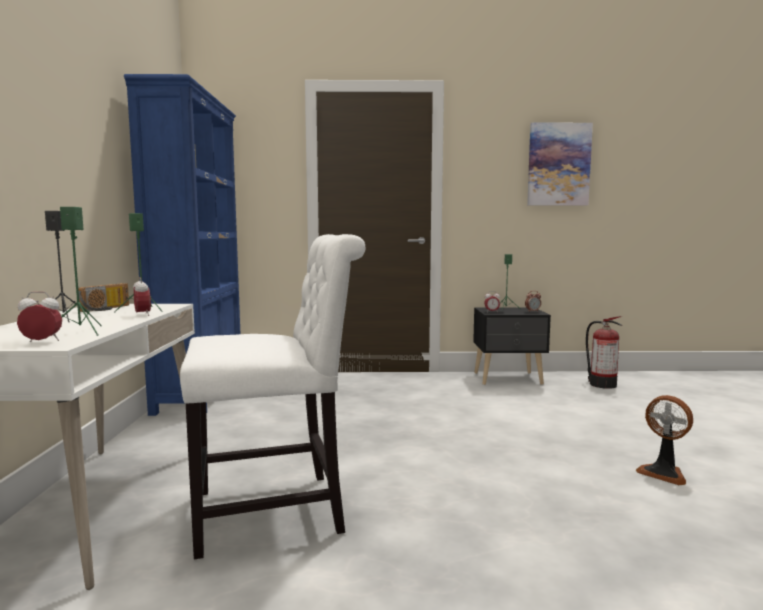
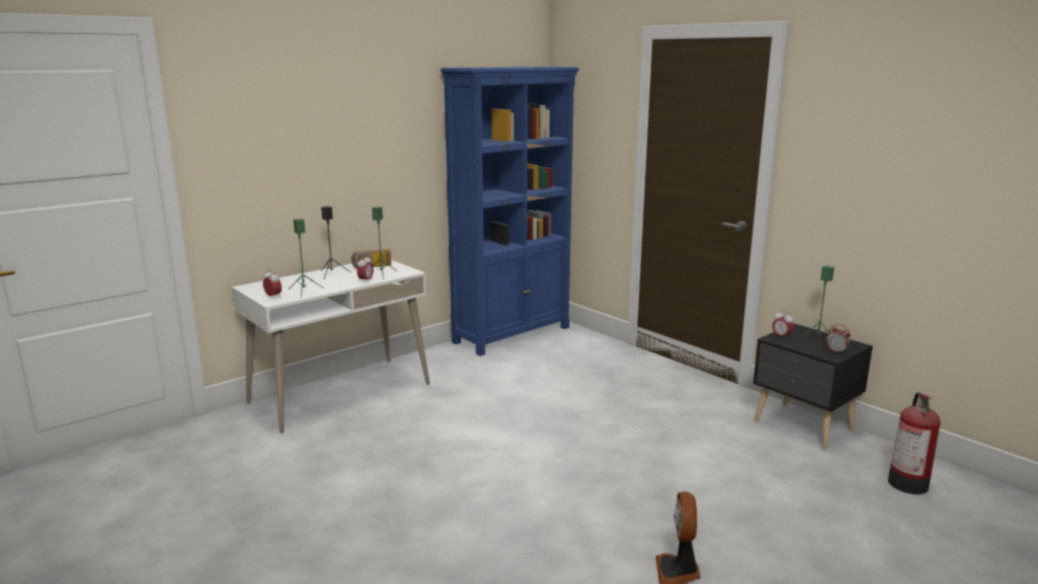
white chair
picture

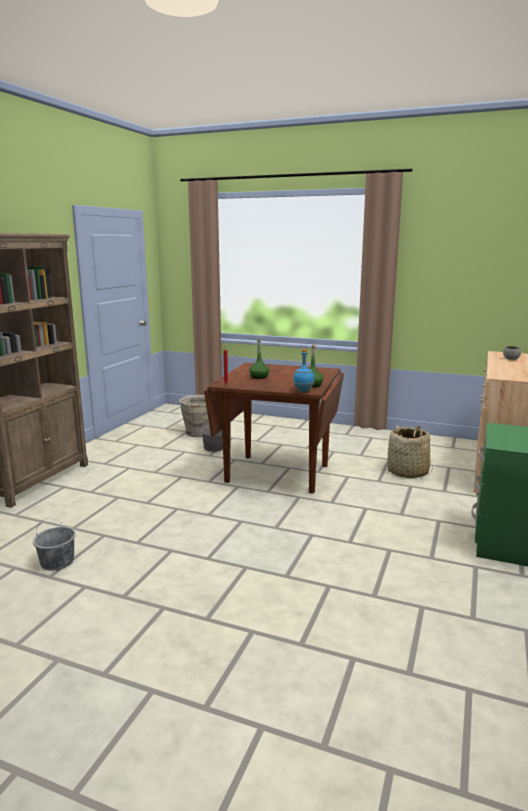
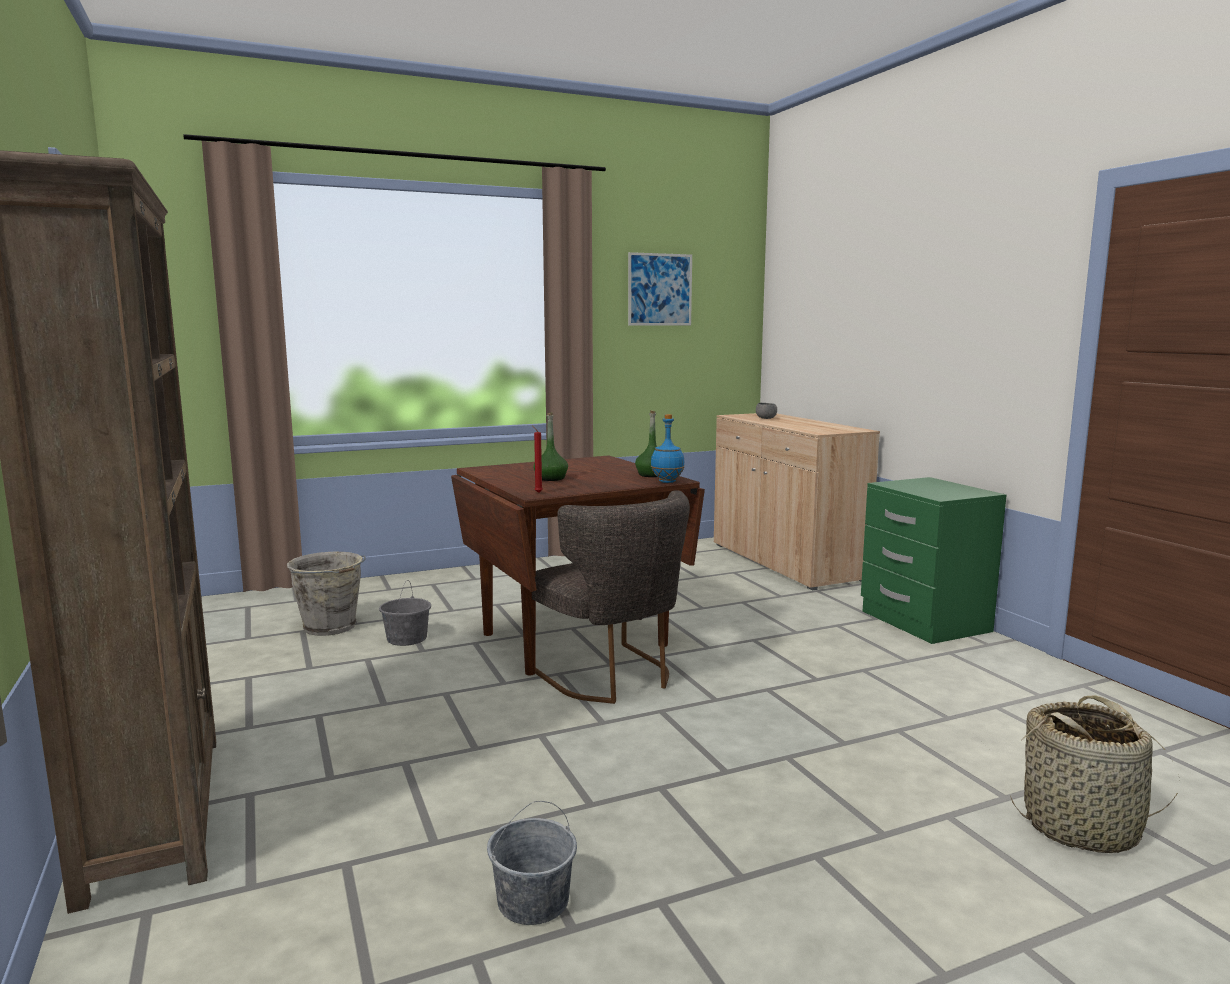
grey chair
picture
basket

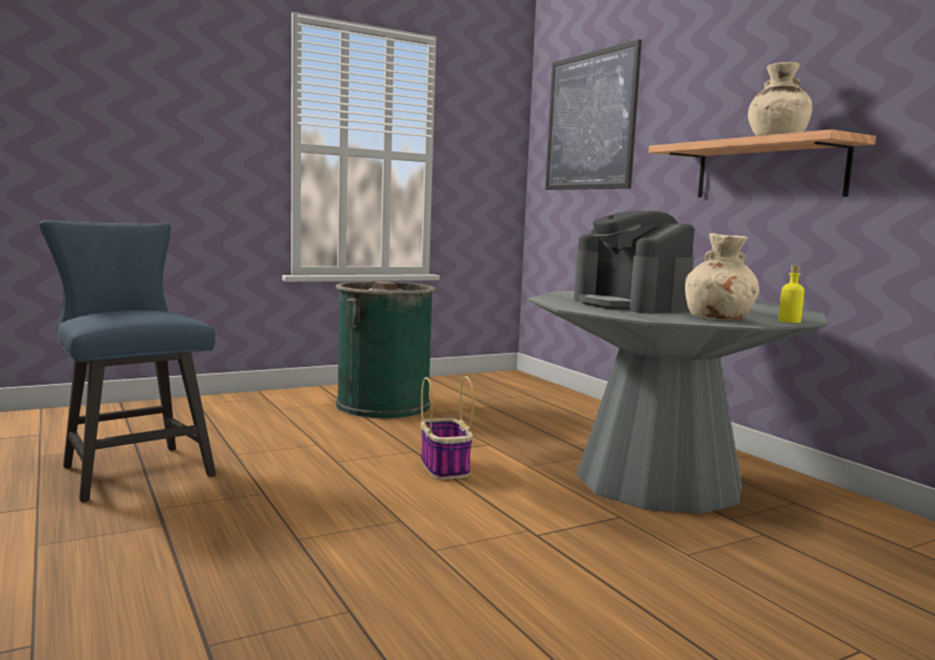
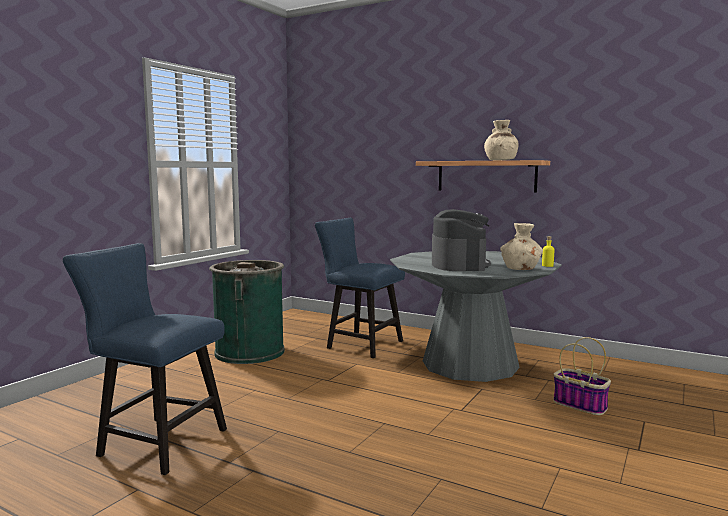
blue chair (no. 2 from left)
coffee machine
basket
picture

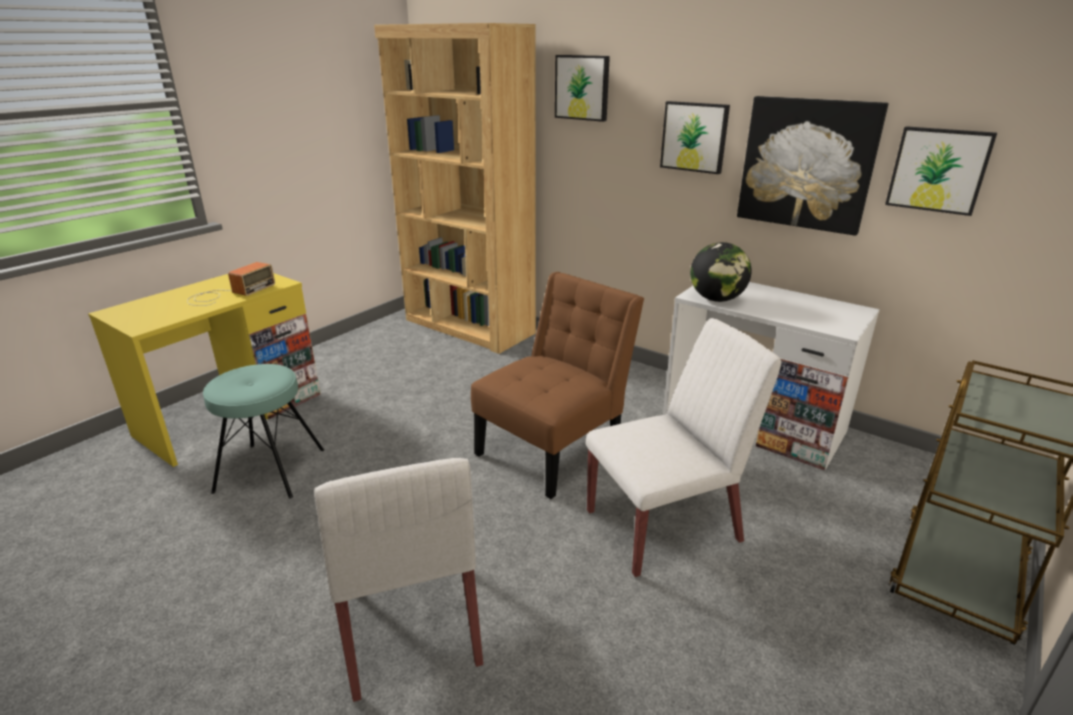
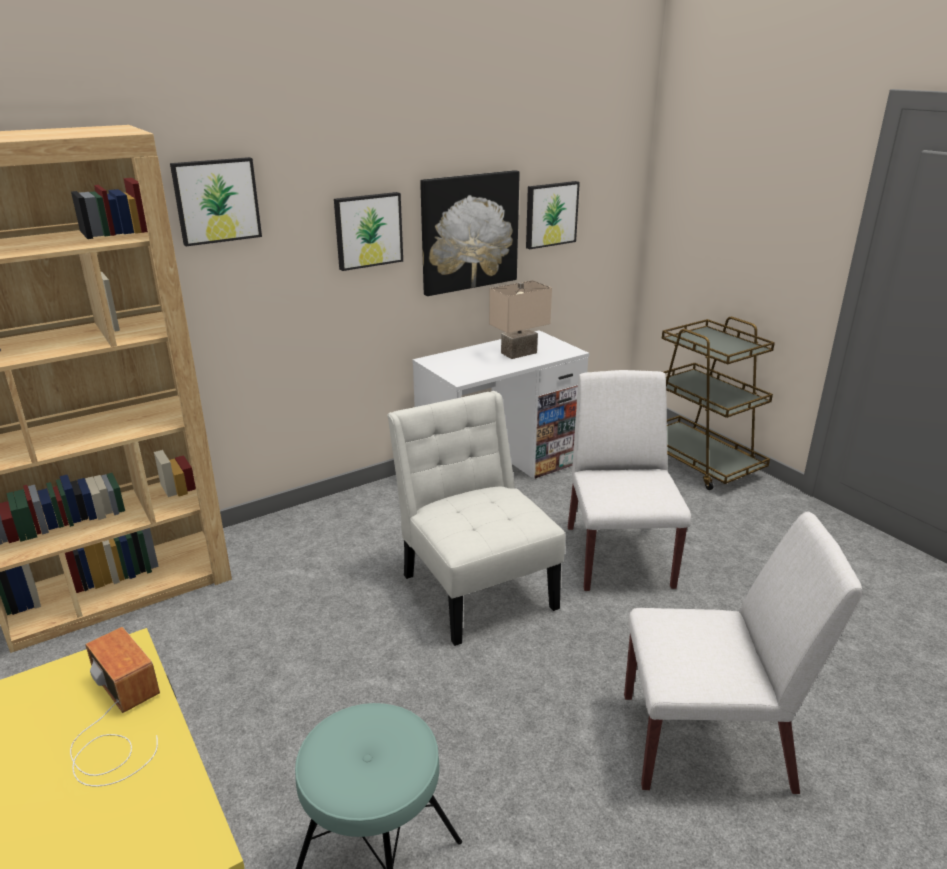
white chair (no. 1 from left)
beige table lamp
globe

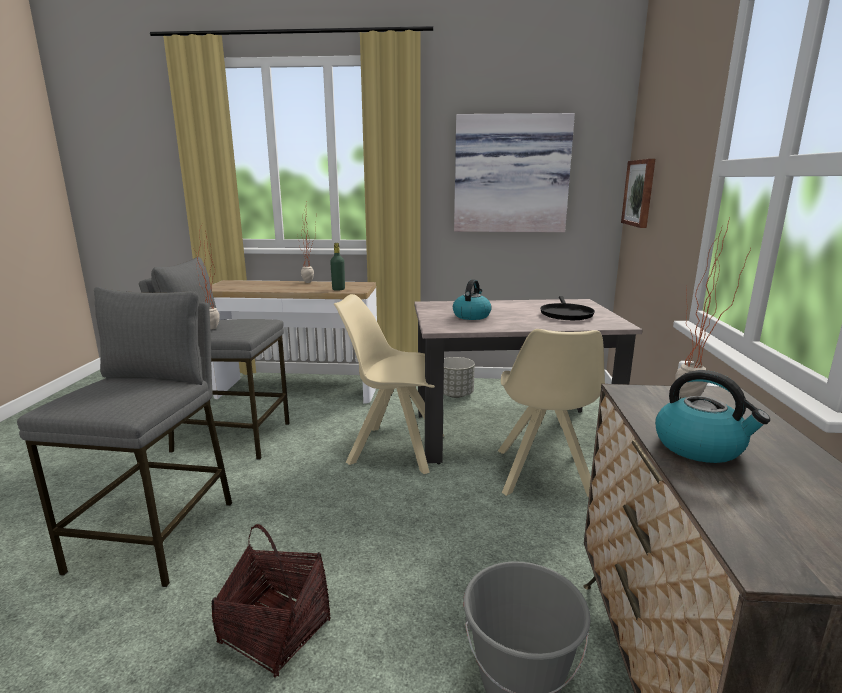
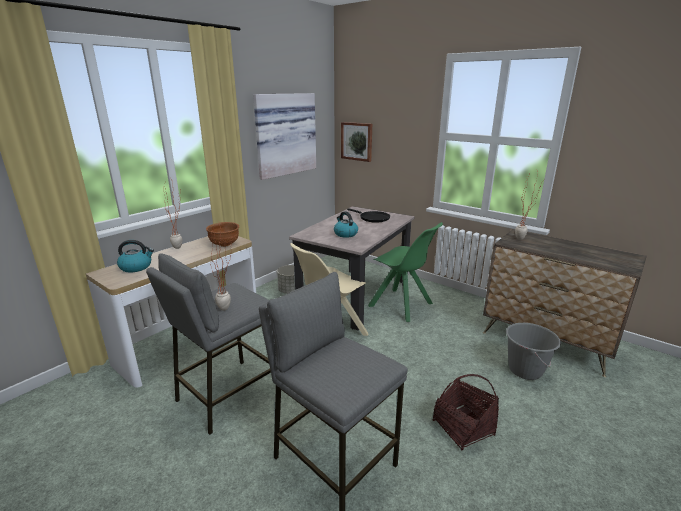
kettle (no. 1 from left)
brown bowl
green chair

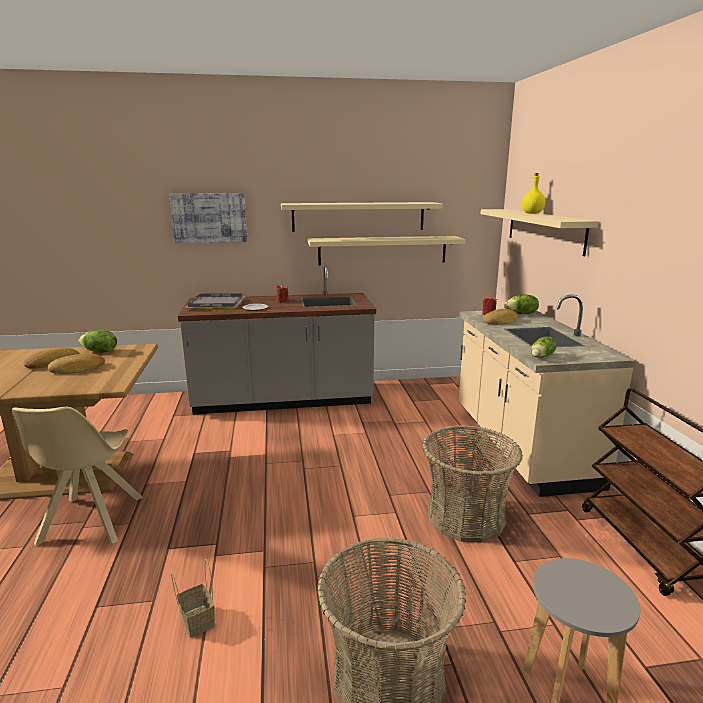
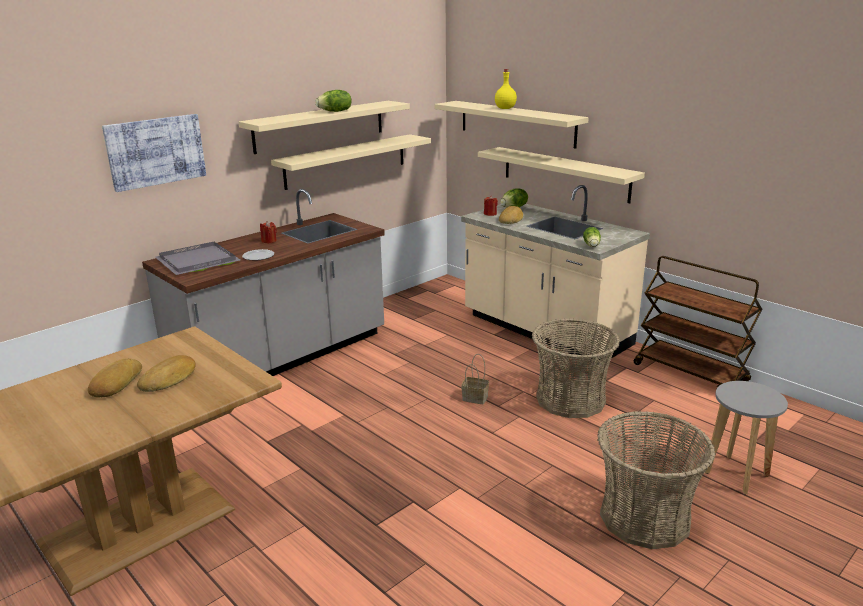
lettuce (no. 1 from left)
basket (no. 1 from left)
beige shelf (no. 4 from left)
beige chair

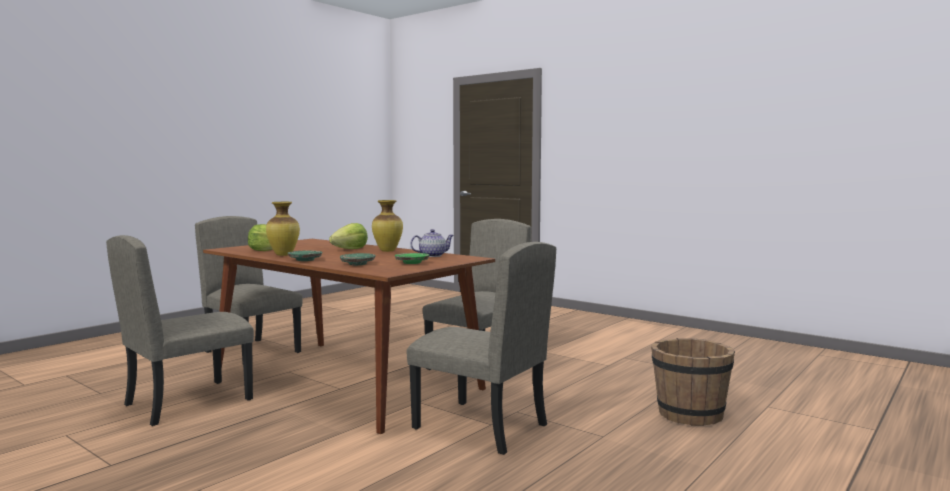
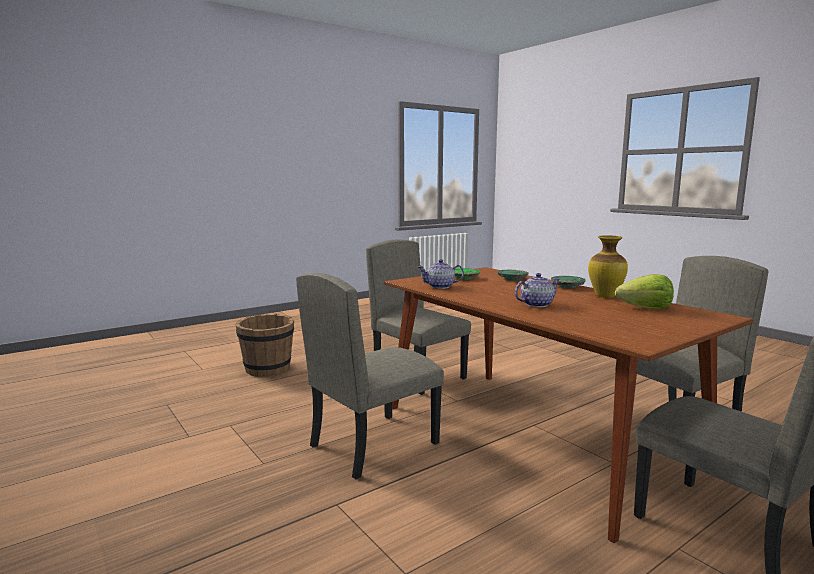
teapot (no. 2 from left)
vase (no. 2 from left in the first image)

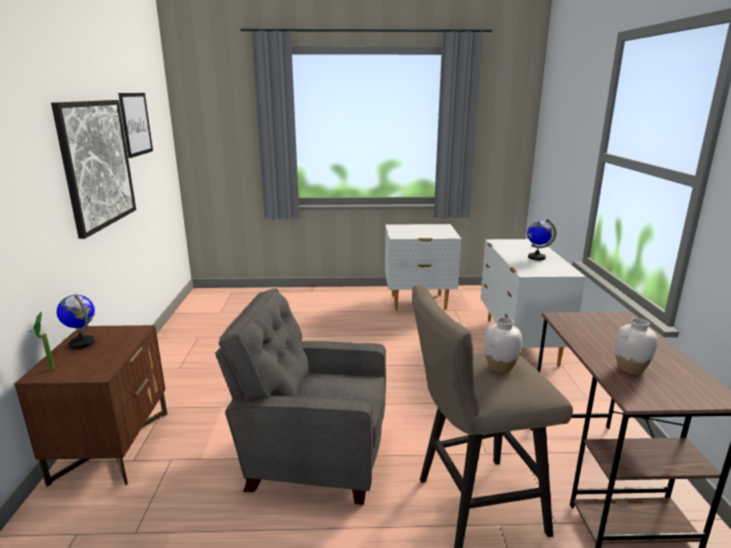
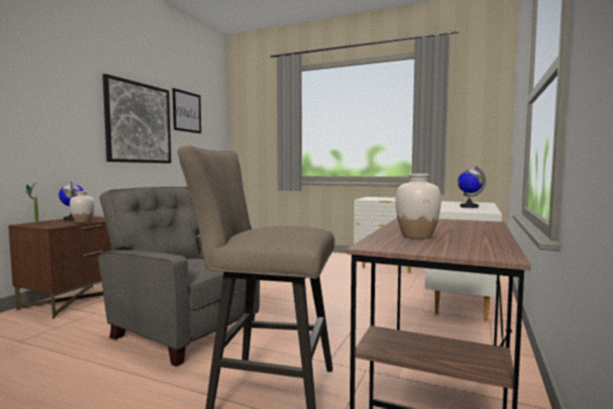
white vase (no. 1 from left)

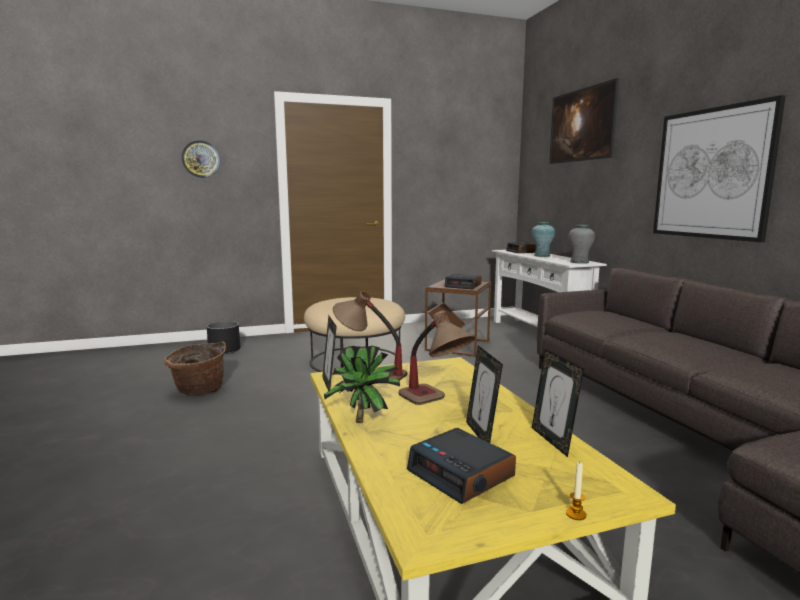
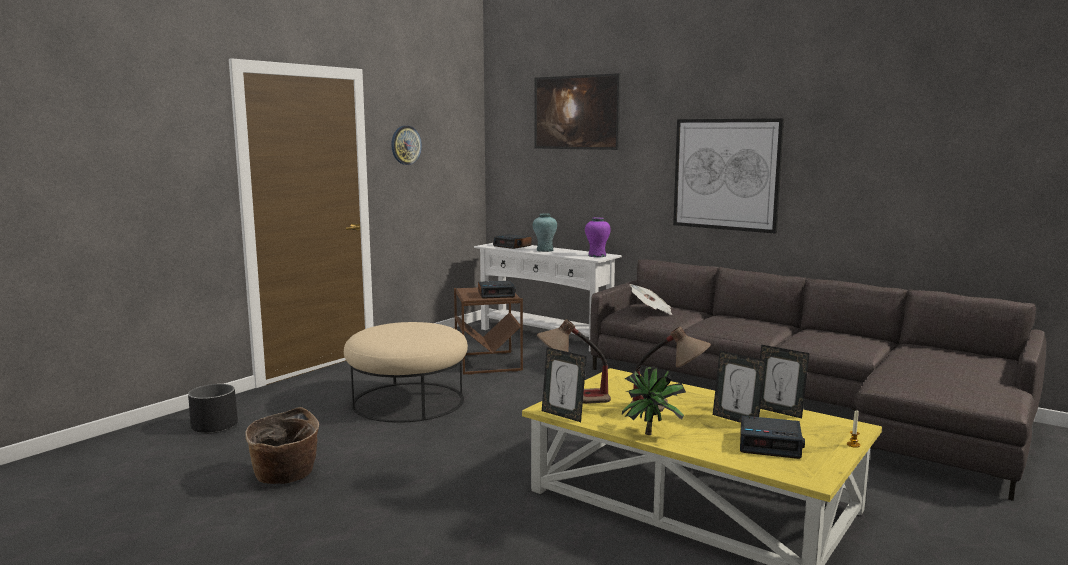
wall clock
purple vase
newspaper

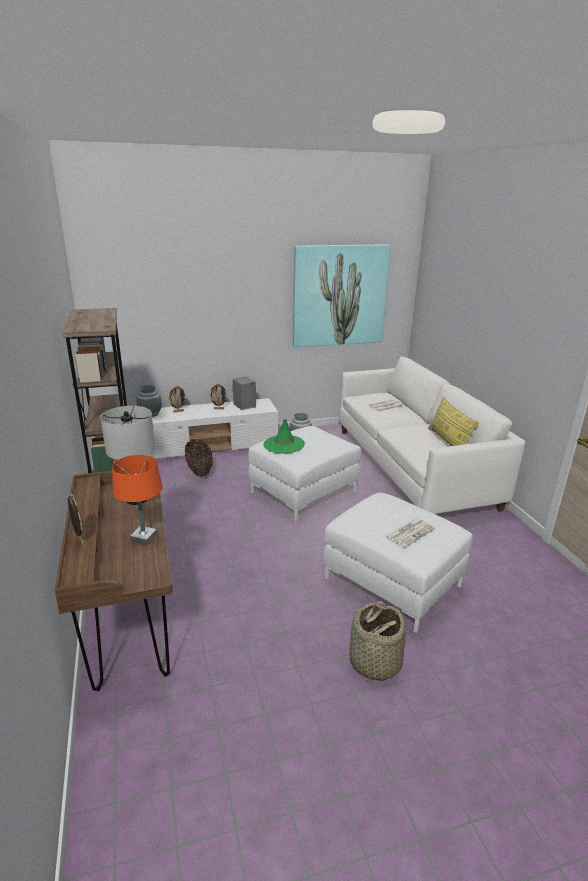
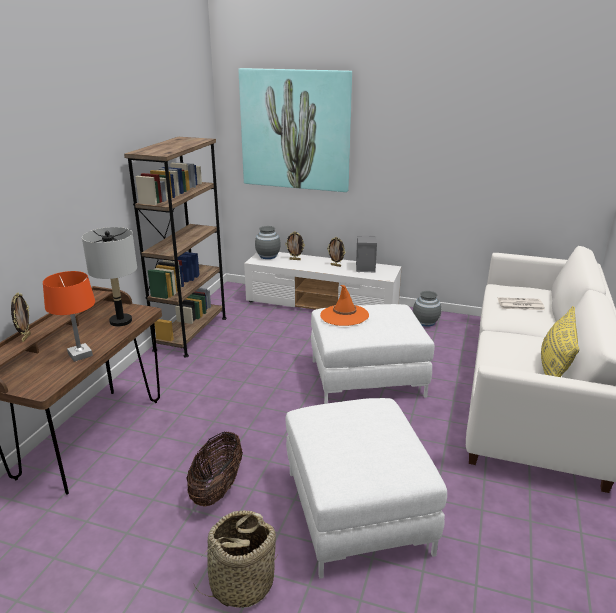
basket (no. 1 from left)
picture
orange hat
newspaper (no. 2 from left in the first image)

